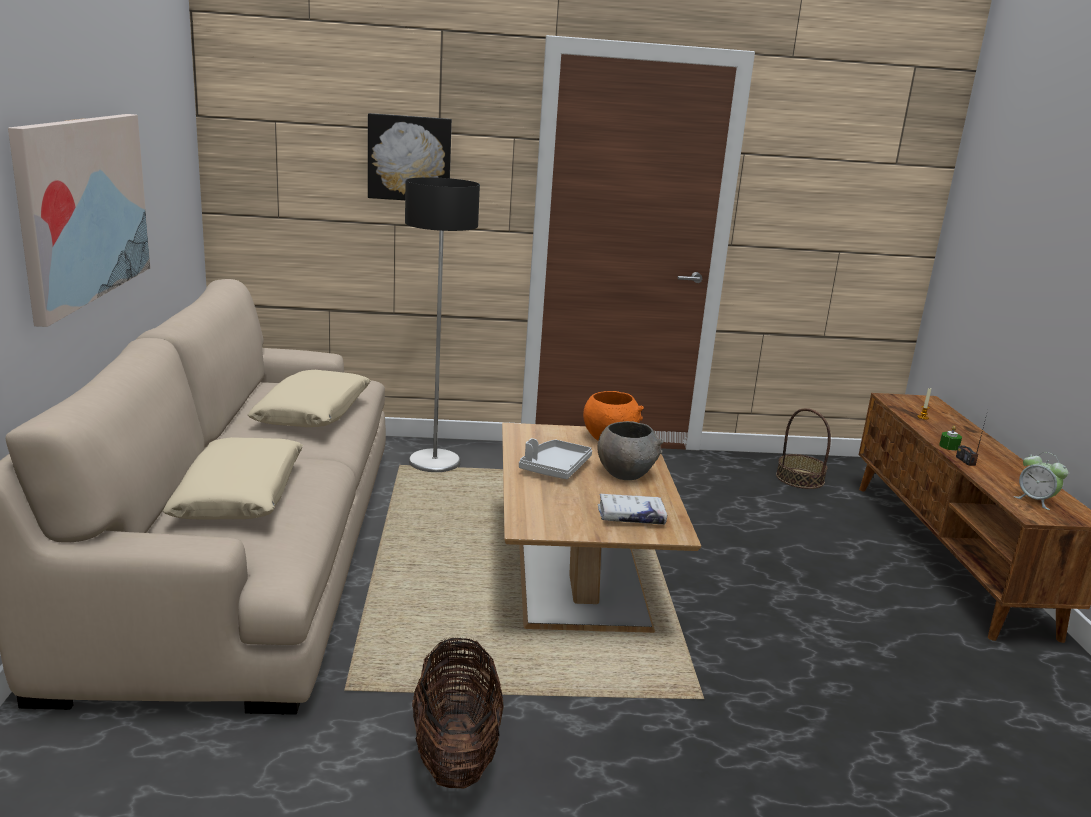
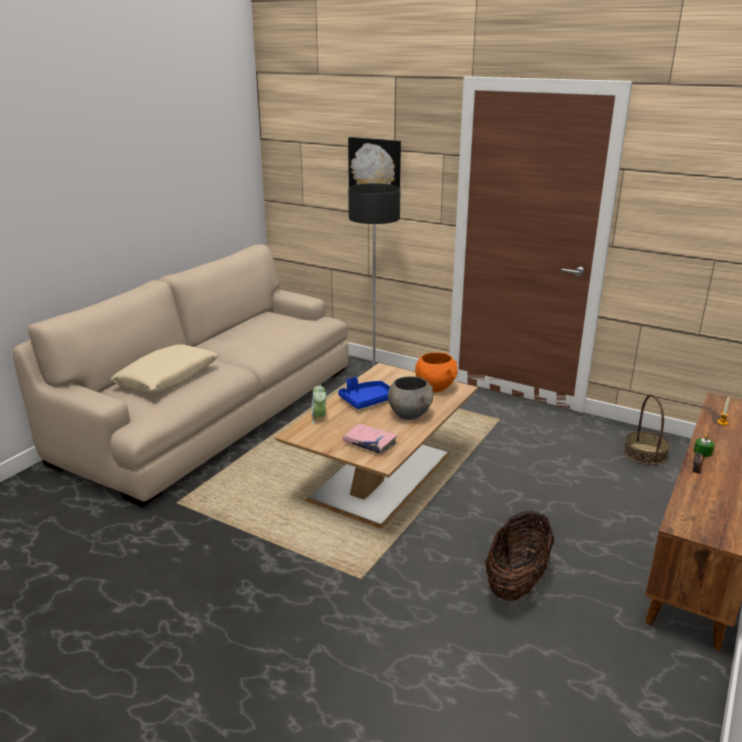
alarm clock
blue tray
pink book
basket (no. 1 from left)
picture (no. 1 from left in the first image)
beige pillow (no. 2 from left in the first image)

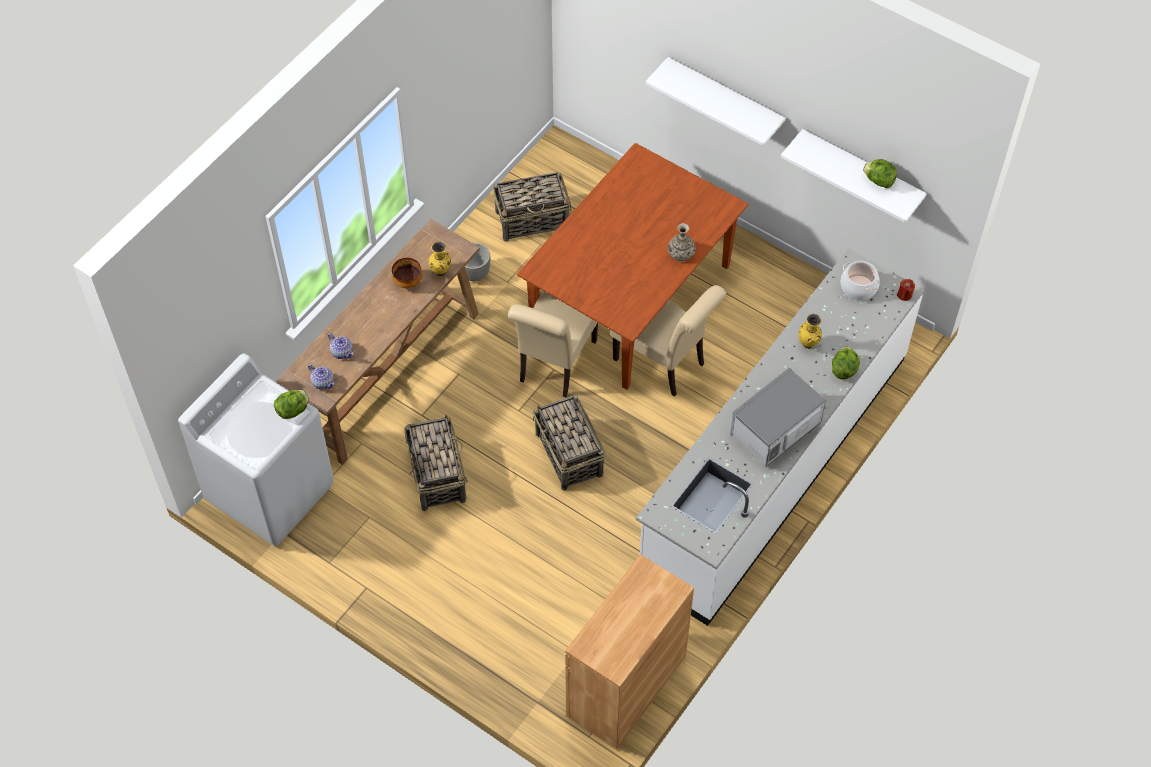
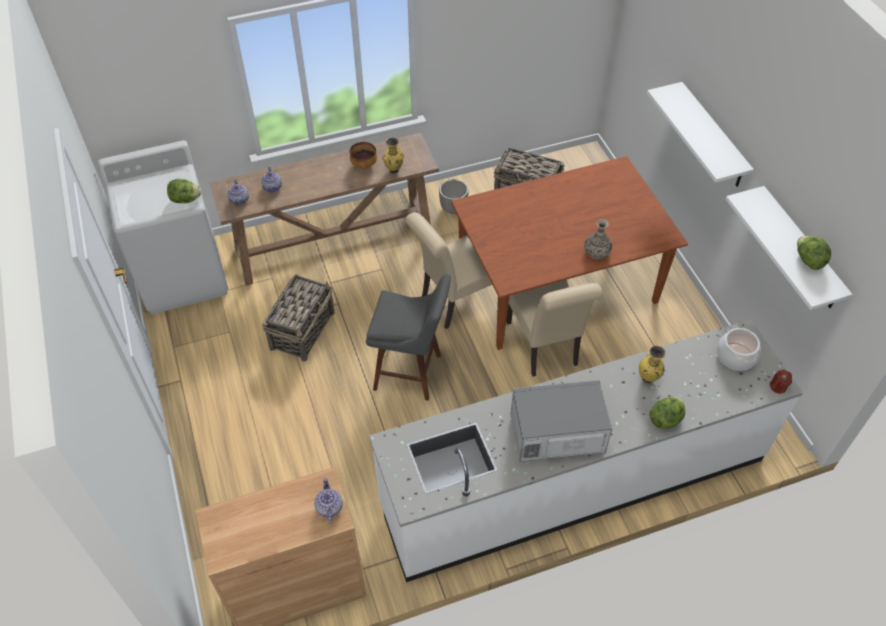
teapot (no. 3 from left)
grey stool

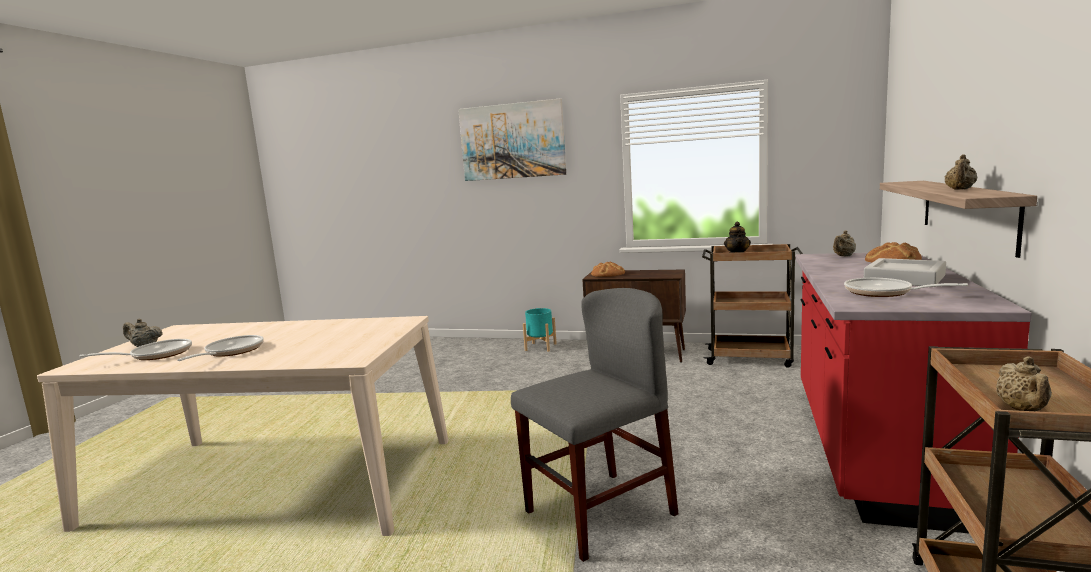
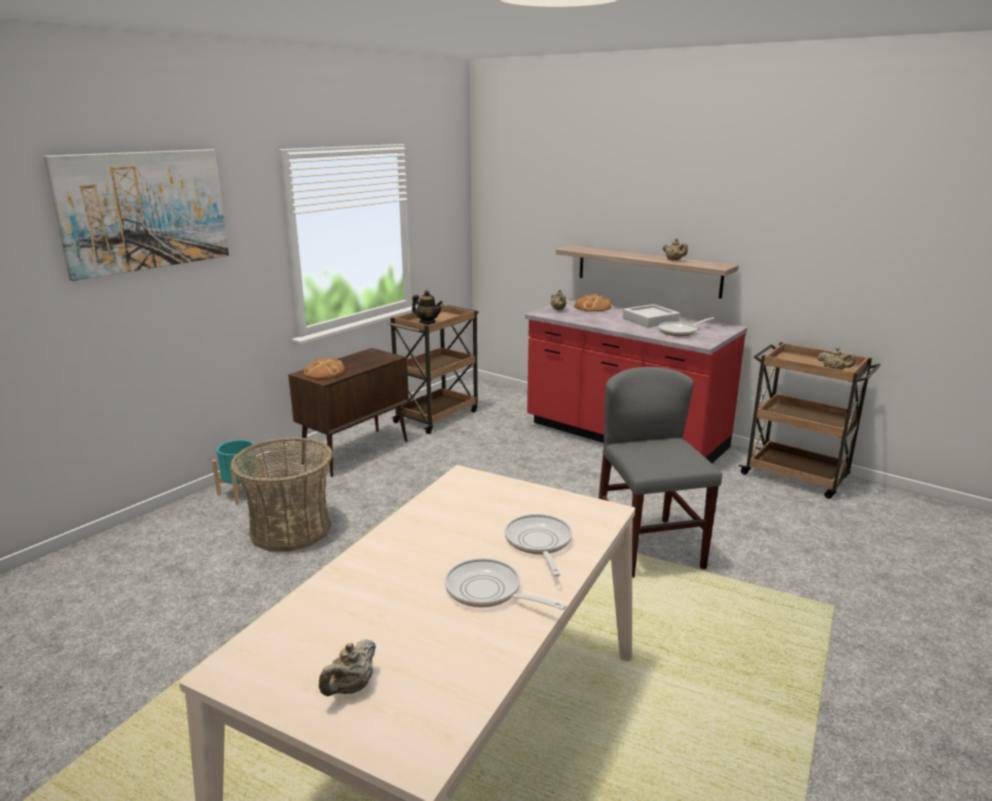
basket
frying pan (no. 2 from left)

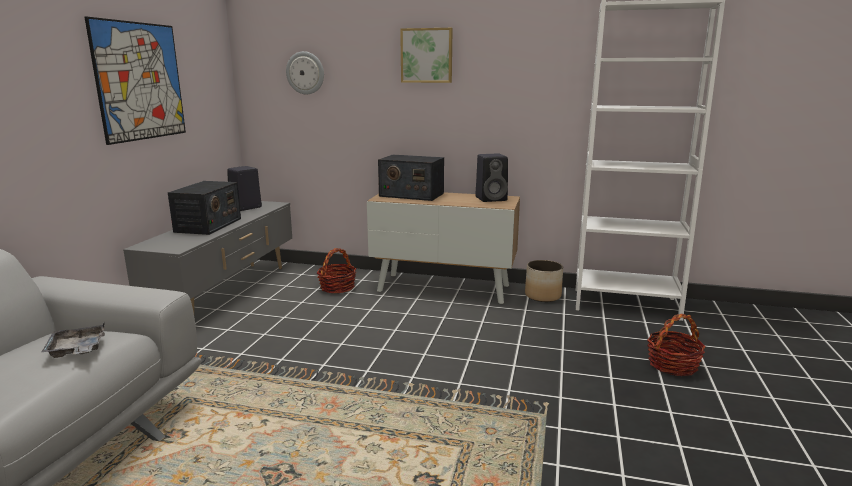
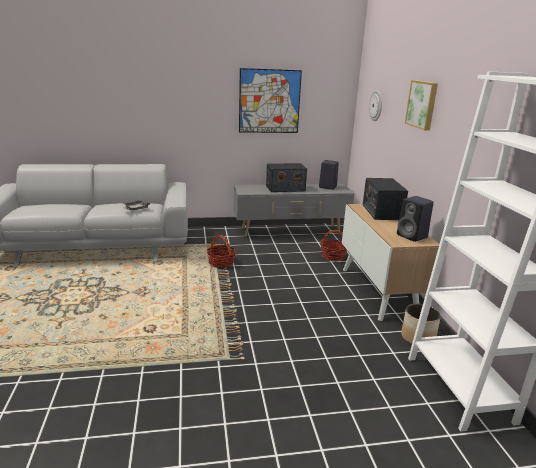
basket (no. 1 from left)

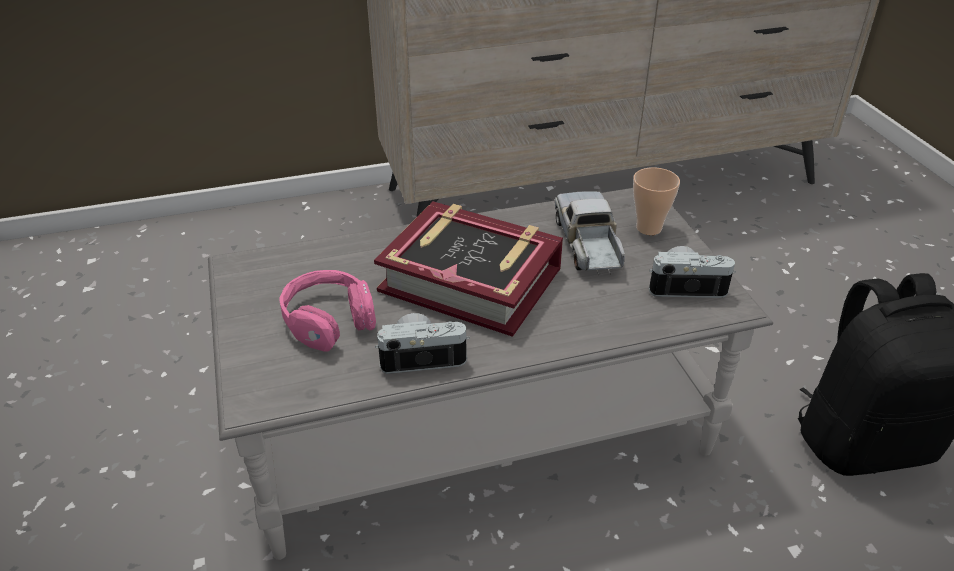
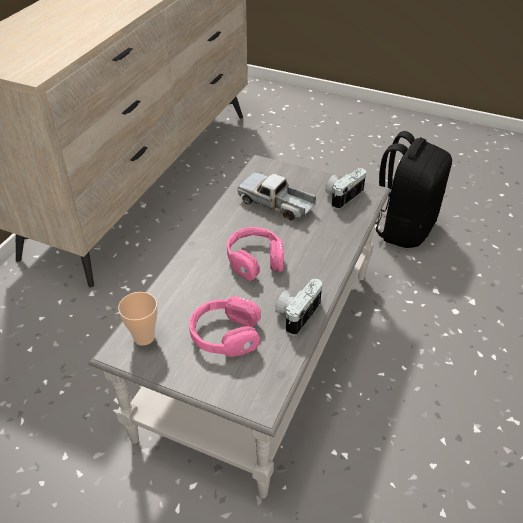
cup
pink headphones (no. 2 from left)

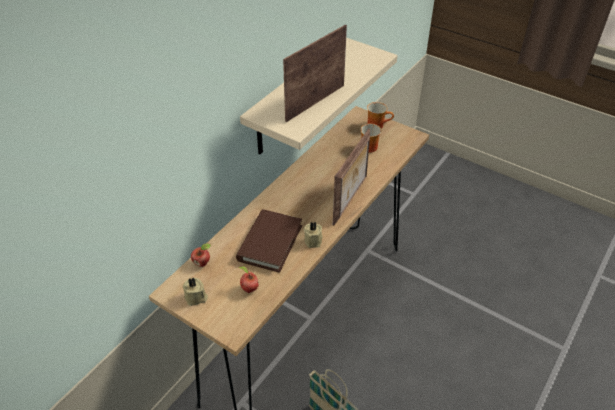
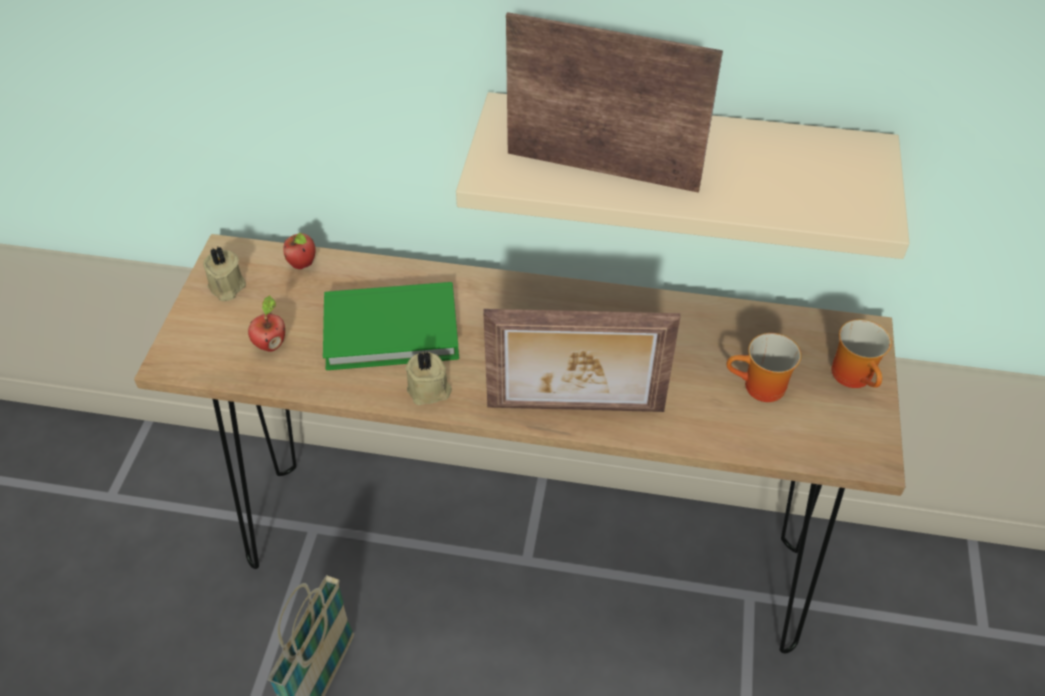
green book

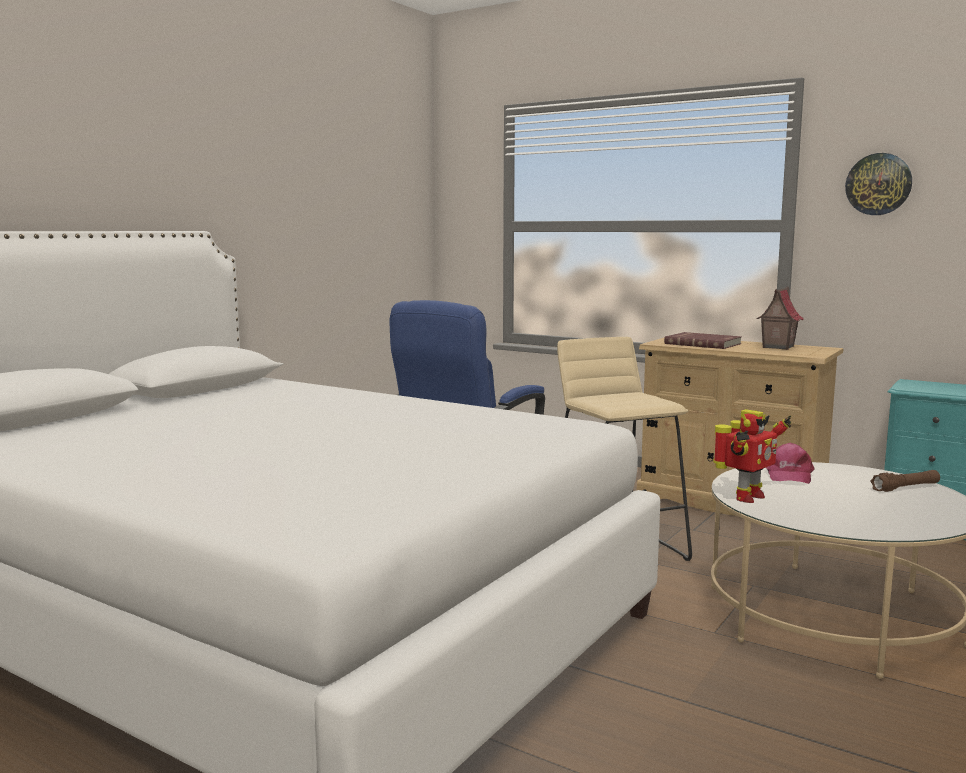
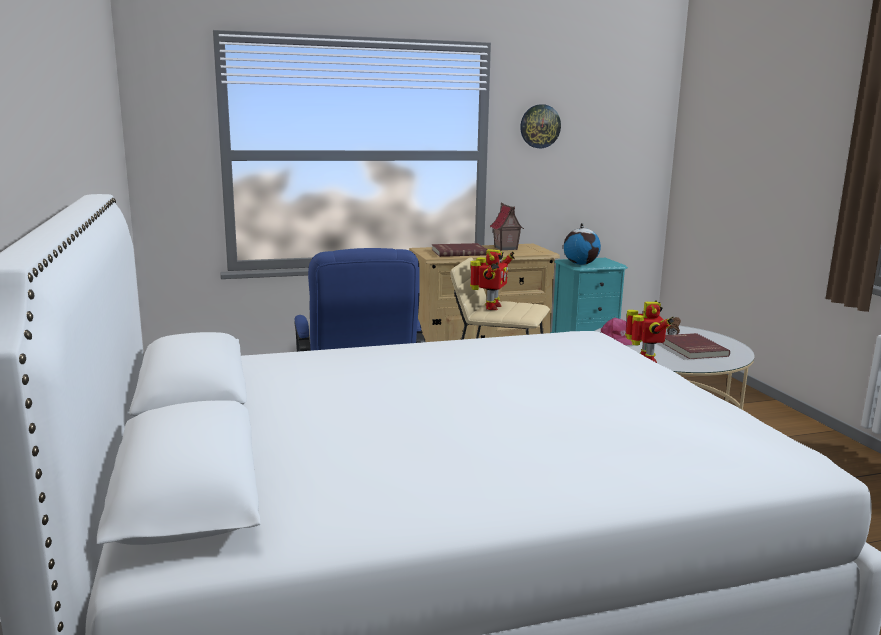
toy robot (no. 1 from left)
globe
red book (no. 2 from left)

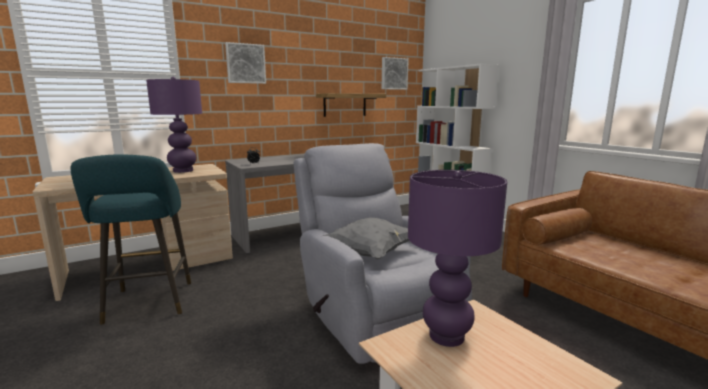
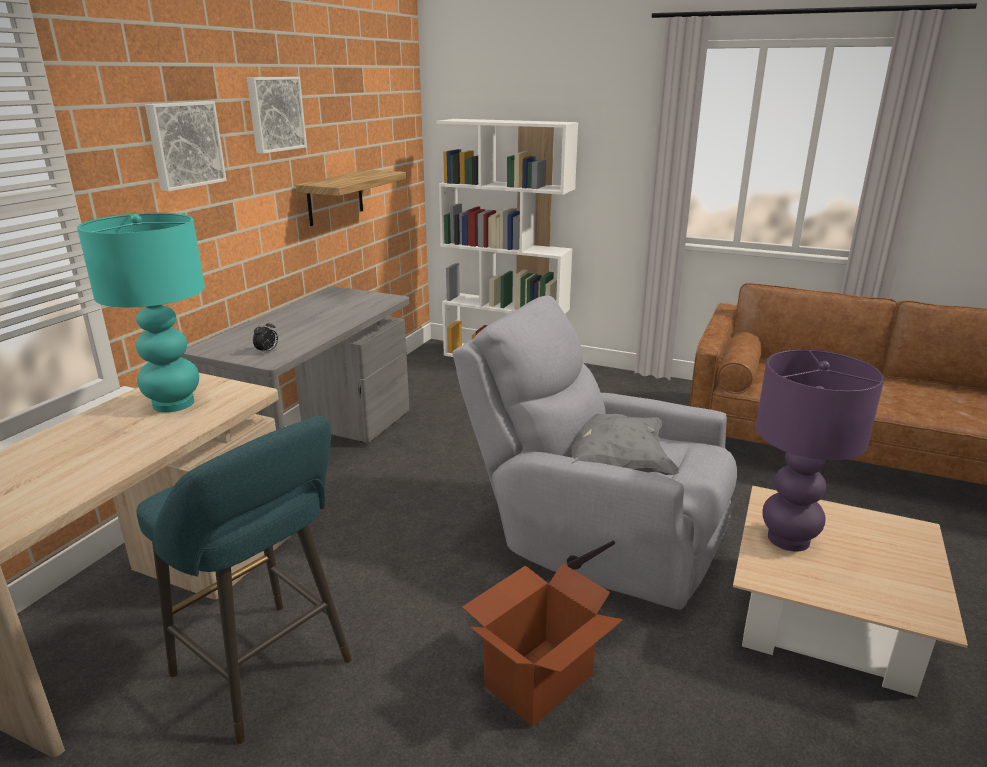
turquoise table lamp
picture (no. 2 from left)
cardboard box

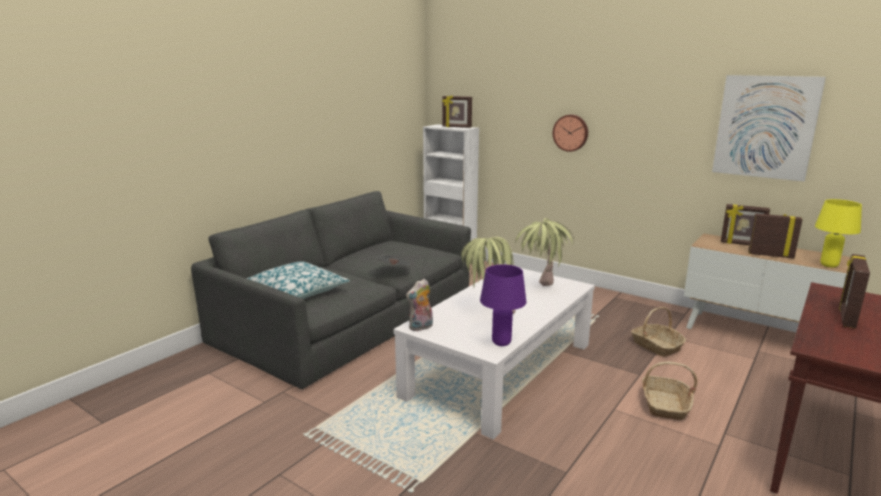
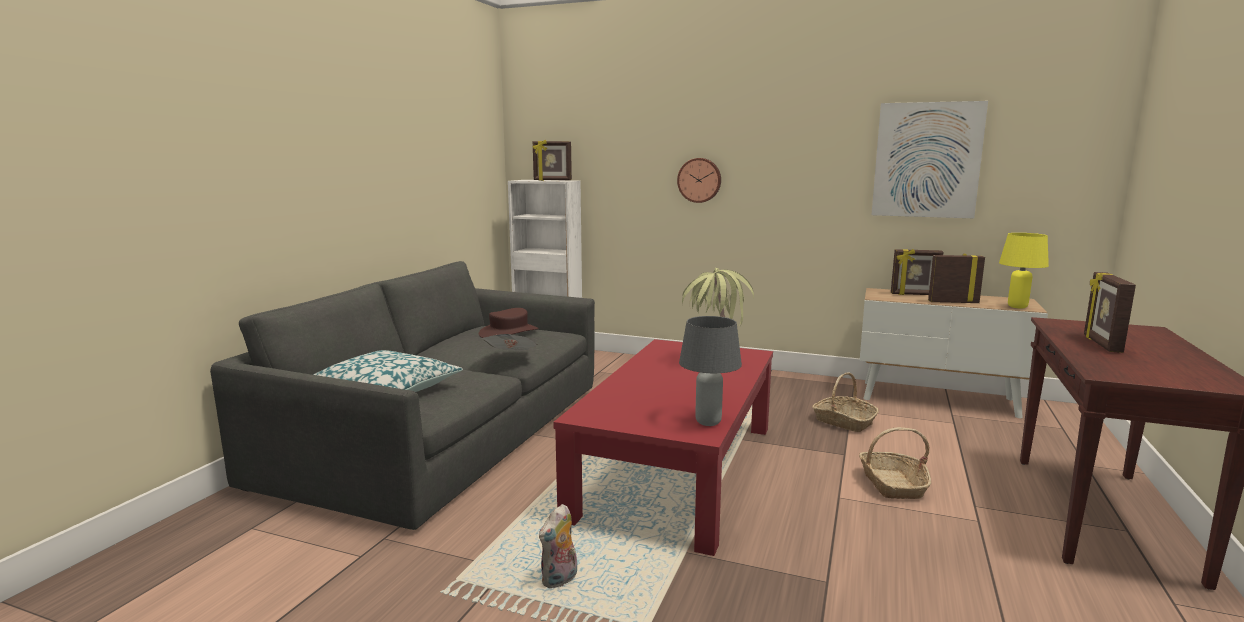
brown hat
plush toy
red coffee table
grey table lamp
potted plant (no. 1 from left in the first image)

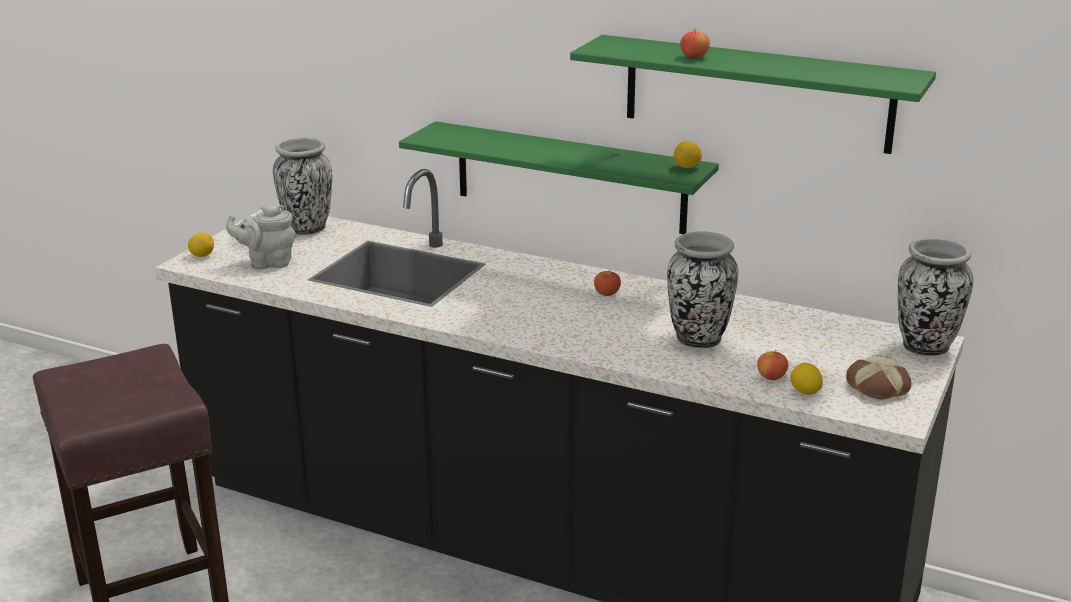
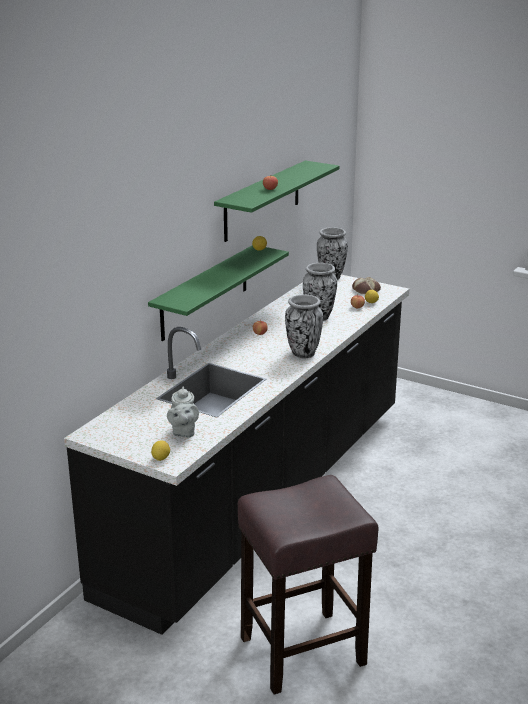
vase (no. 1 from left)

